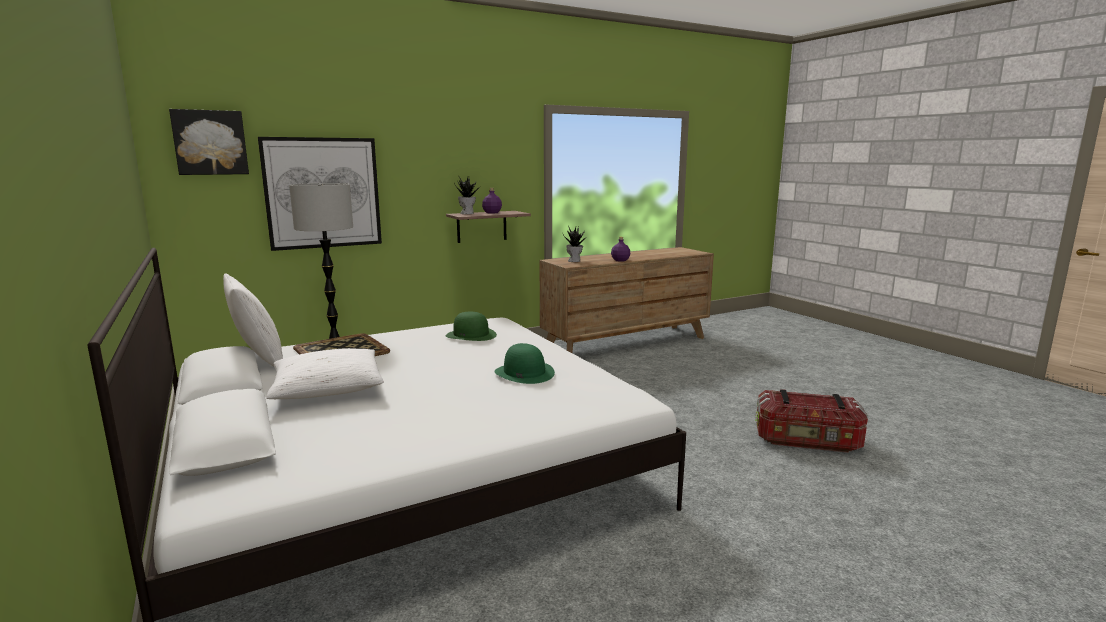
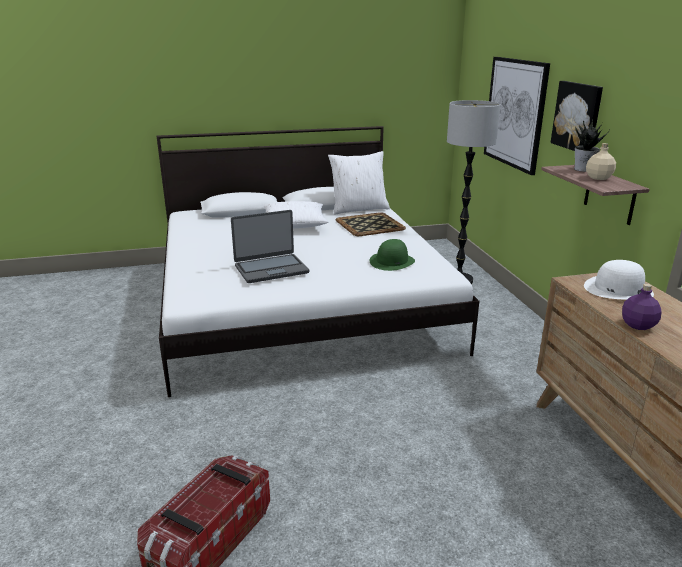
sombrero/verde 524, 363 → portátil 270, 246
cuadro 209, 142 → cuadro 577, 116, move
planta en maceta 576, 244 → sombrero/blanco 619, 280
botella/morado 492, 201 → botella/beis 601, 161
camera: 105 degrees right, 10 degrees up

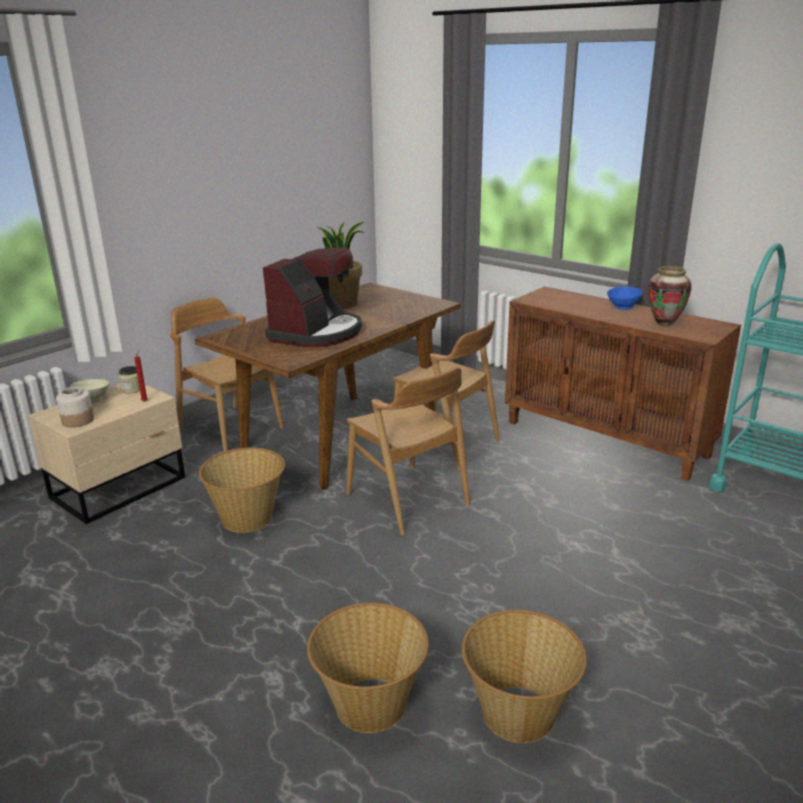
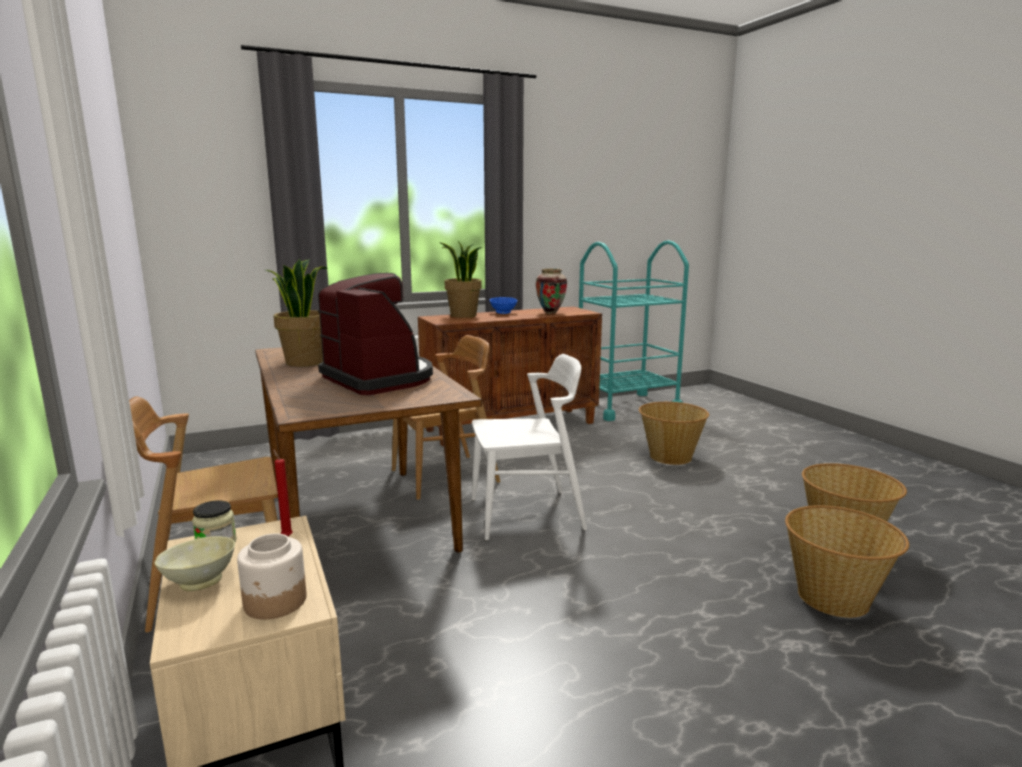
- → planta en maceta 460, 279
silla/marrón 408, 451 → silla/blanco 529, 447
cesta 242, 490 → cesta 674, 433, move
camera: 65 degrees left, 10 degrees down

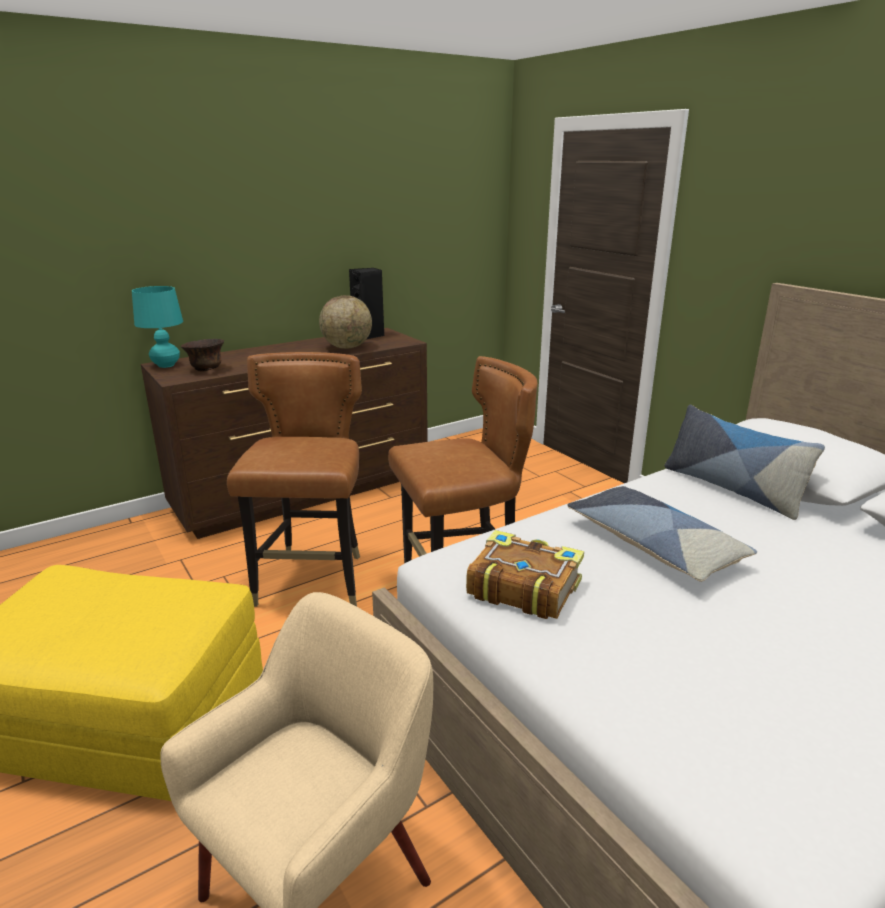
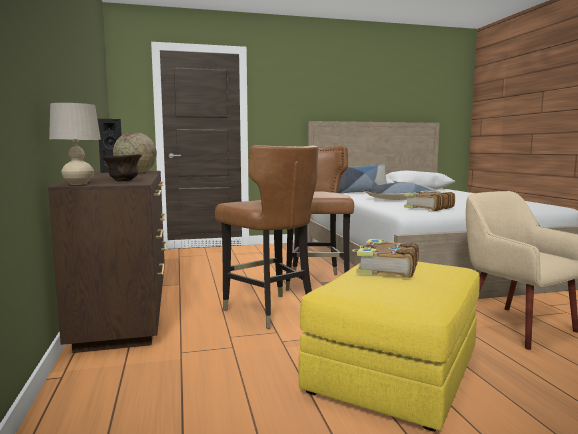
lámpara de mesa/turquesa 157, 327 → lámpara de mesa/beis 75, 144
silla/marrón 294, 479 → silla/marrón 266, 237, 150 degrees counterclockwise
- → libro 385, 258
camera: 70 degrees left, 15 degrees down

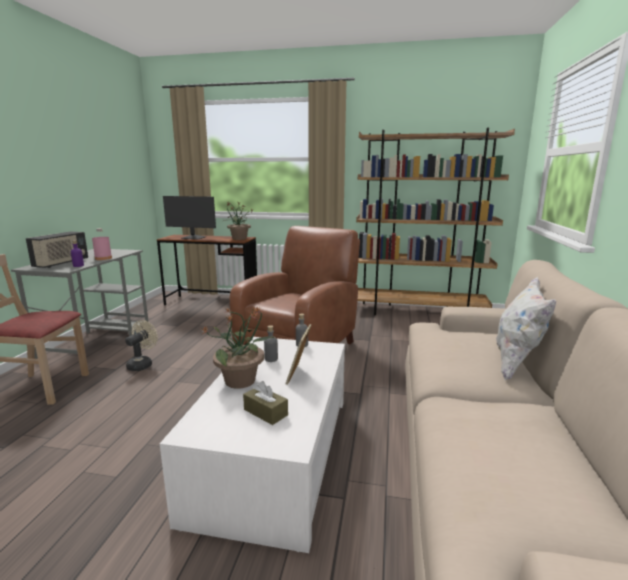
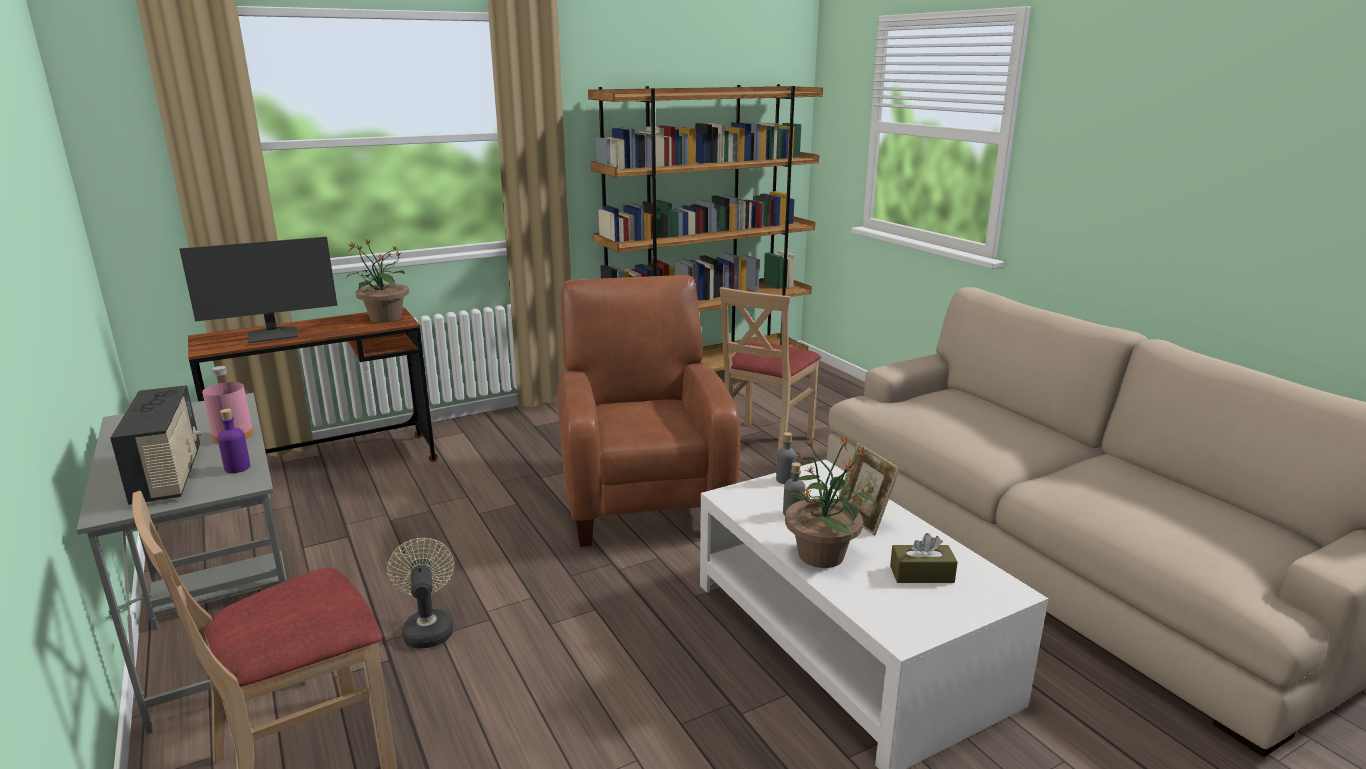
- → silla/beis 770, 376
cojín/blanco 526, 328 → -
camera: 40 degrees left, 5 degrees up

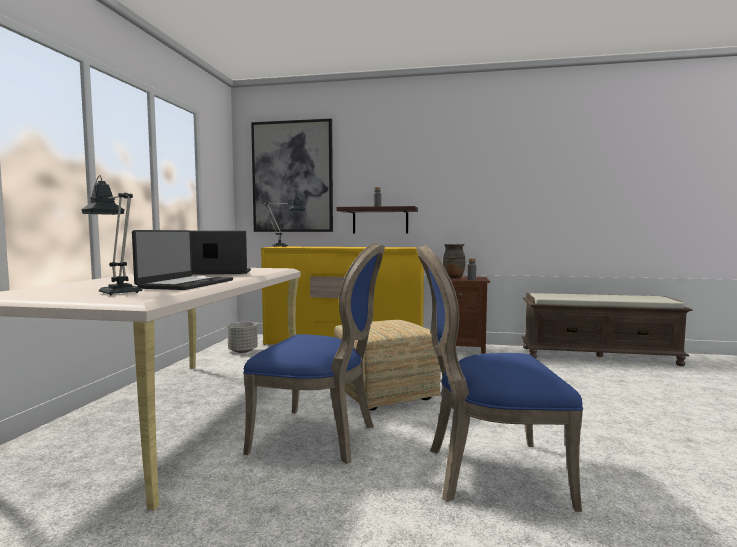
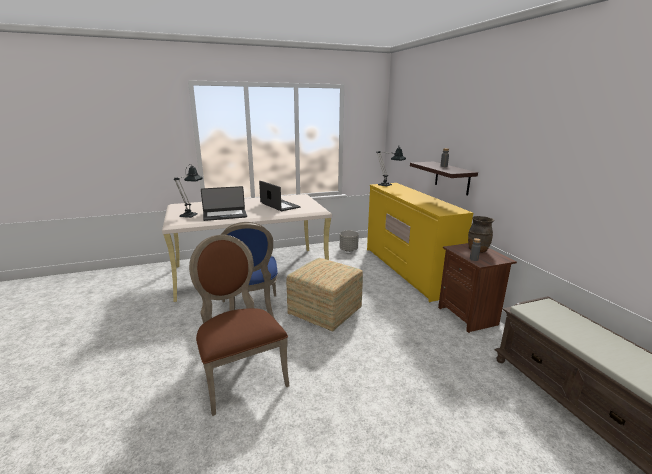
silla/azul 499, 378 → silla/marrón 239, 325
cuadro 292, 175 → -
camera: 60 degrees right, 15 degrees up

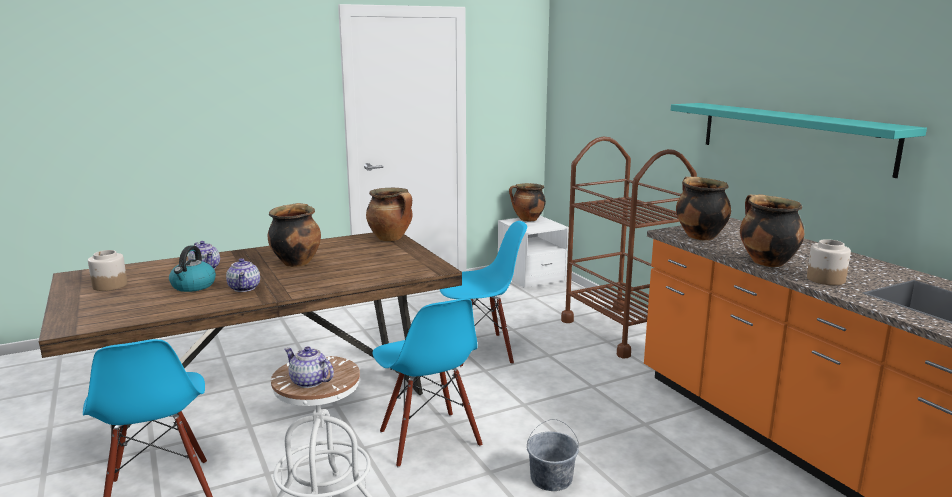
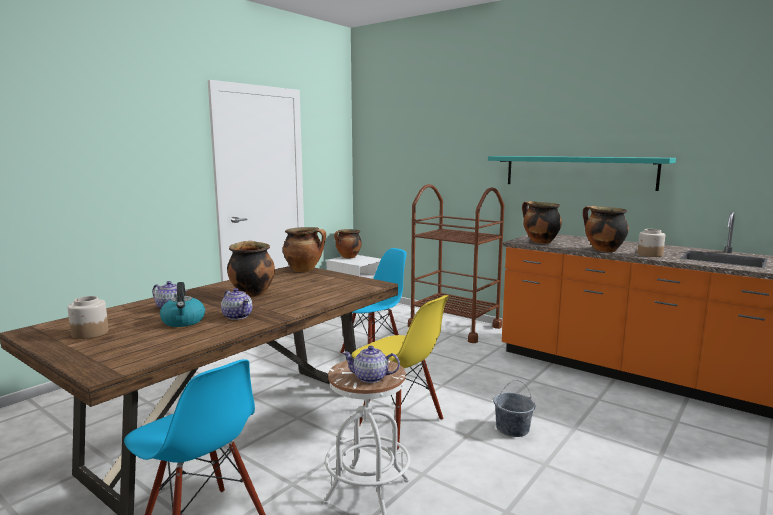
silla/azul 428, 383 → silla/amarillo 400, 372
camera: 25 degrees left, 5 degrees down

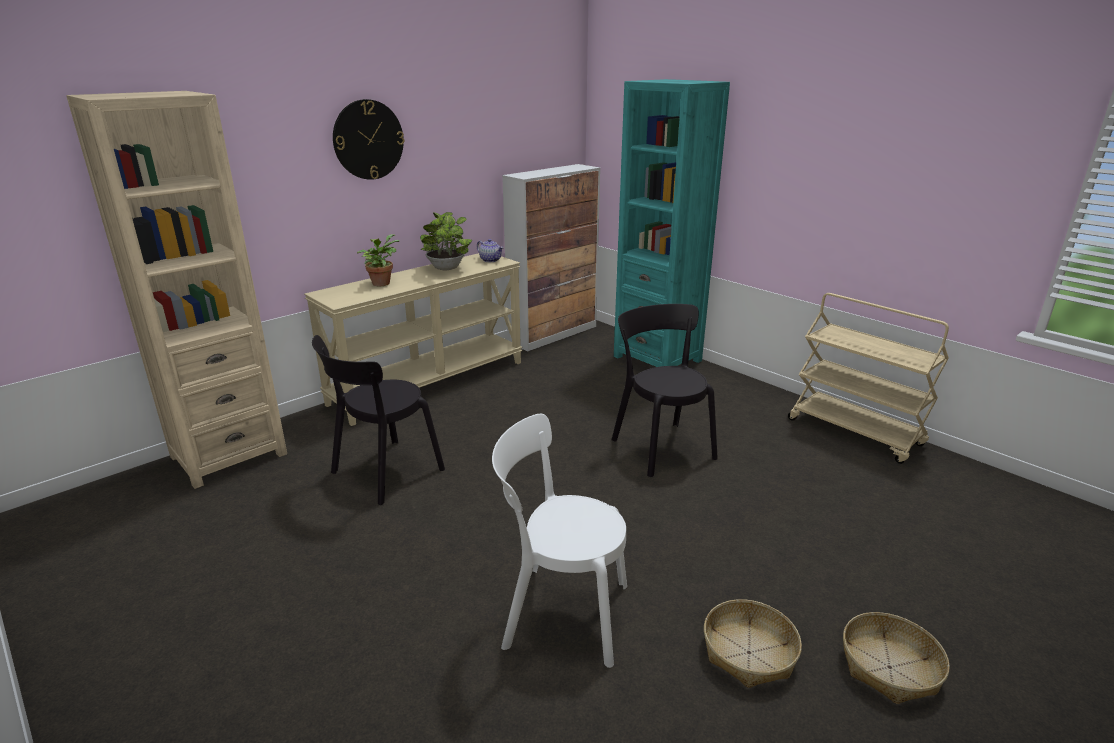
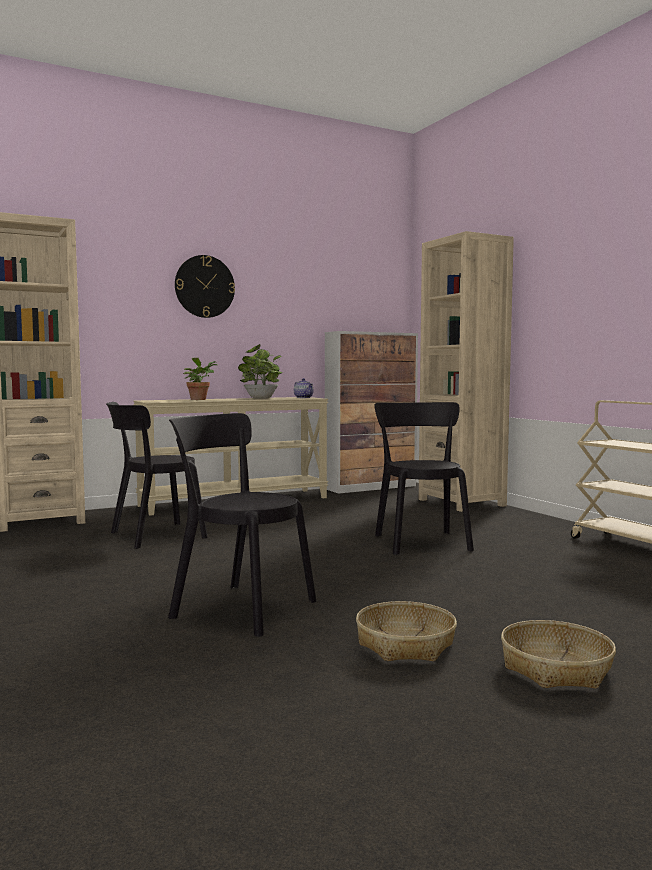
silla/blanco 559, 541 → silla/negro 242, 525
estantería/turquesa 672, 223 → estantería/beis 466, 371
camera: 15 degrees right, 20 degrees down

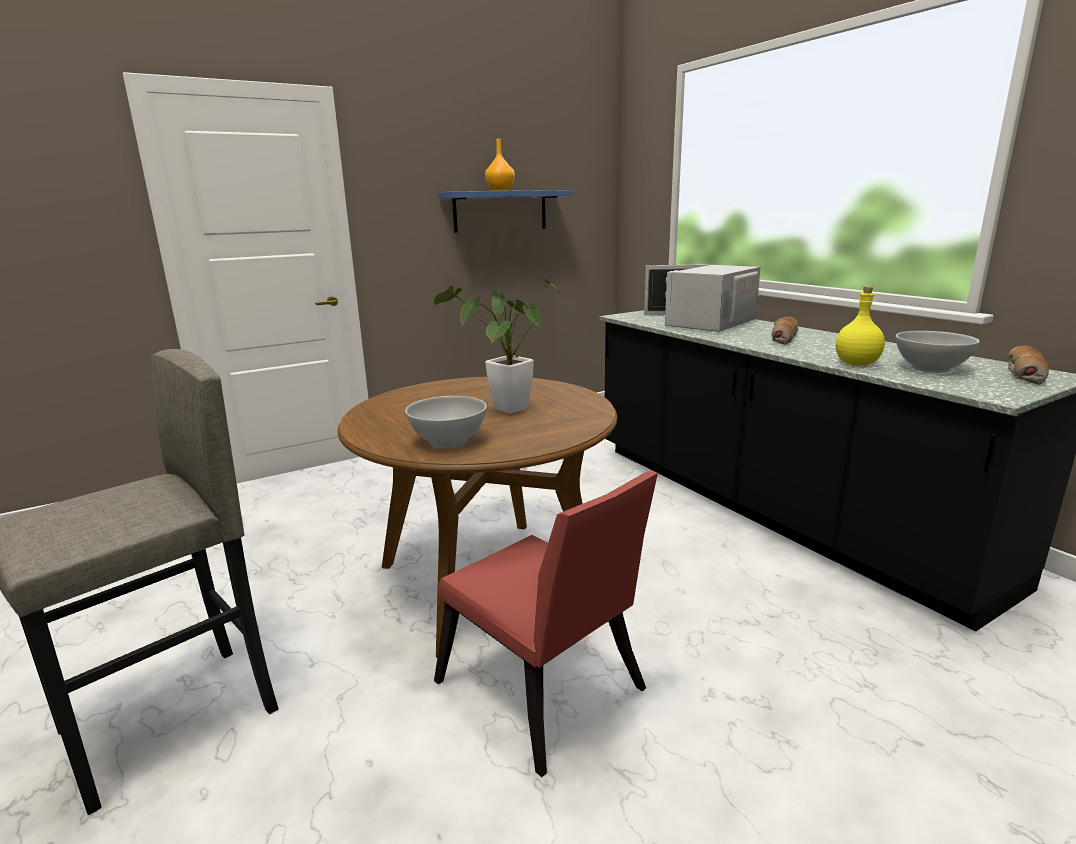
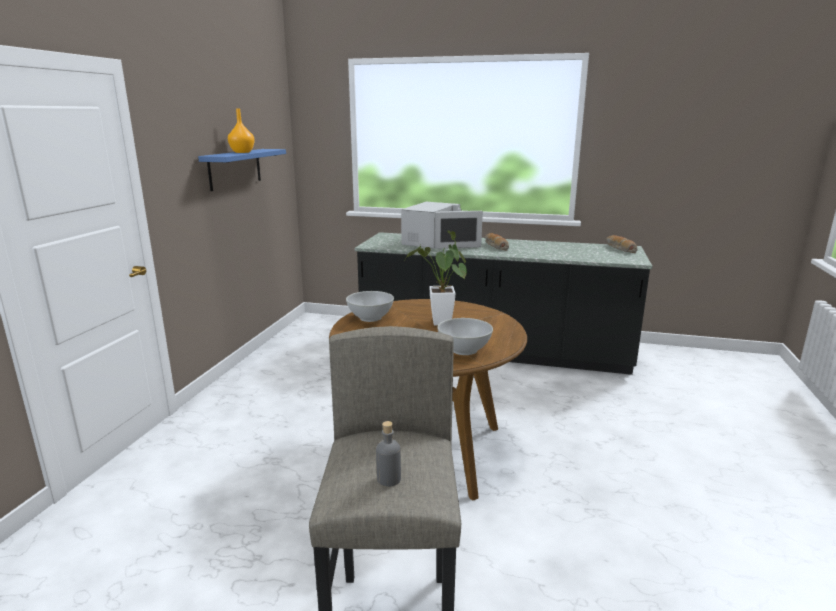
cuenco/blanco 938, 352 → cuenco/blanco 370, 306, move
- → botella/gris 388, 454
microondas/blanco 702, 298 → microondas/blanco 442, 225, 150 degrees counterclockwise
silla/rojo 546, 624 → -
botella/amarillo 860, 326 → -
camera: 45 degrees left, 0 degrees up

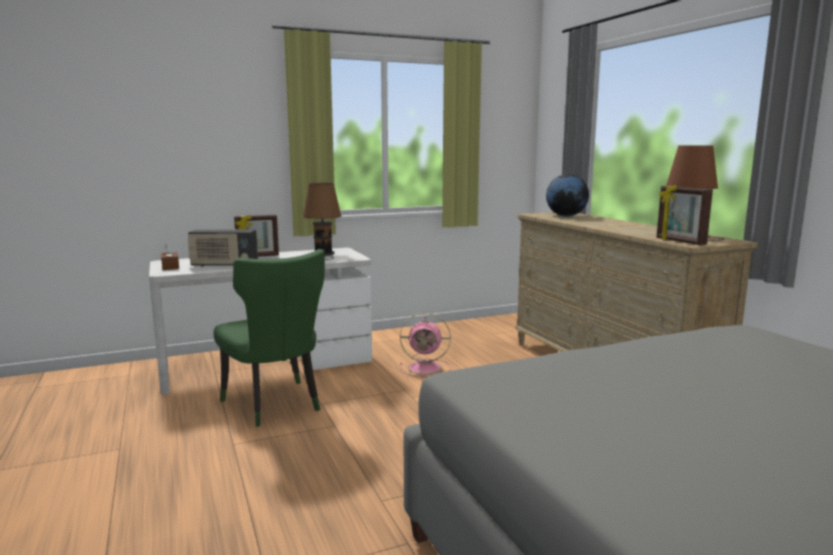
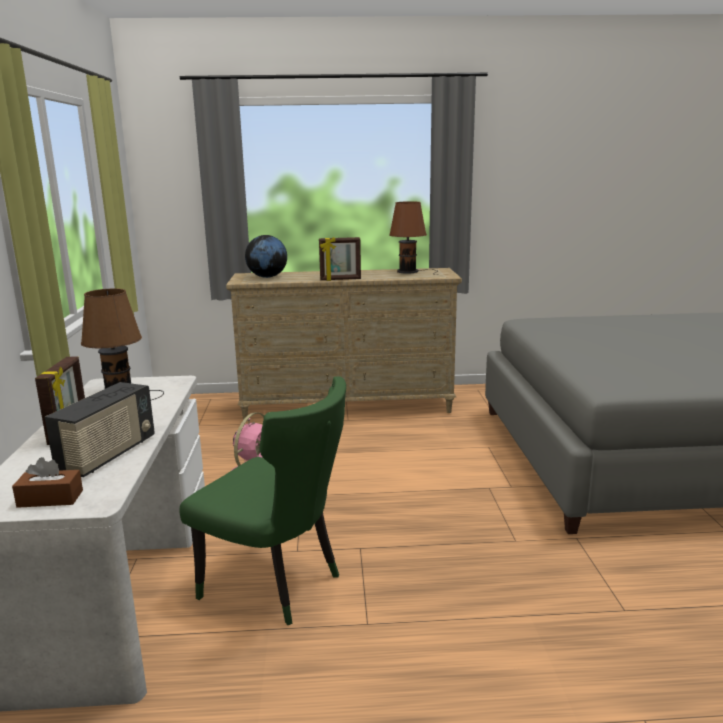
silla/verde 269, 338 → silla/verde 262, 500, 45 degrees clockwise
portarretratos 684, 215 → portarretratos 340, 259, move
camera: 70 degrees left, 5 degrees up

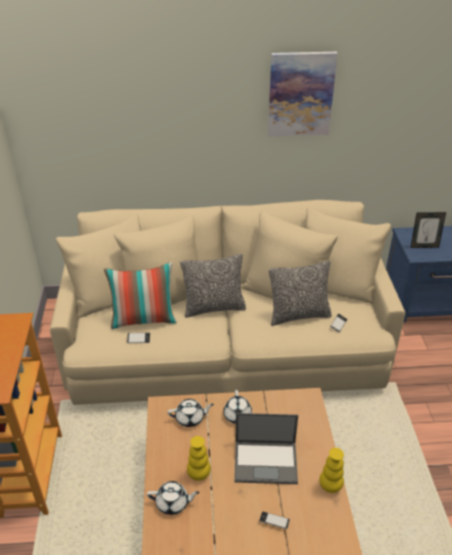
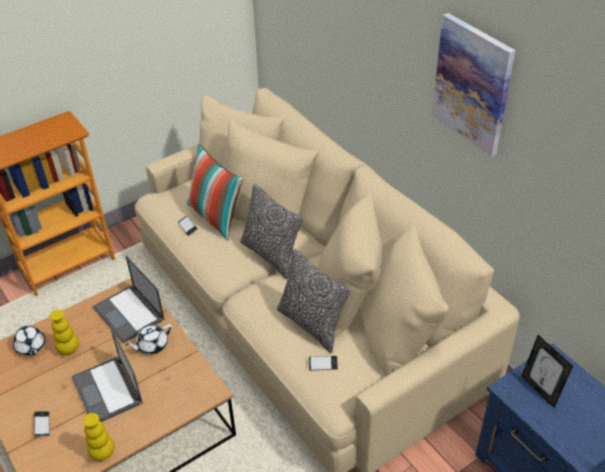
tetera/blanco 191, 413 → portátil 129, 299
camera: 60 degrees right, 5 degrees up

